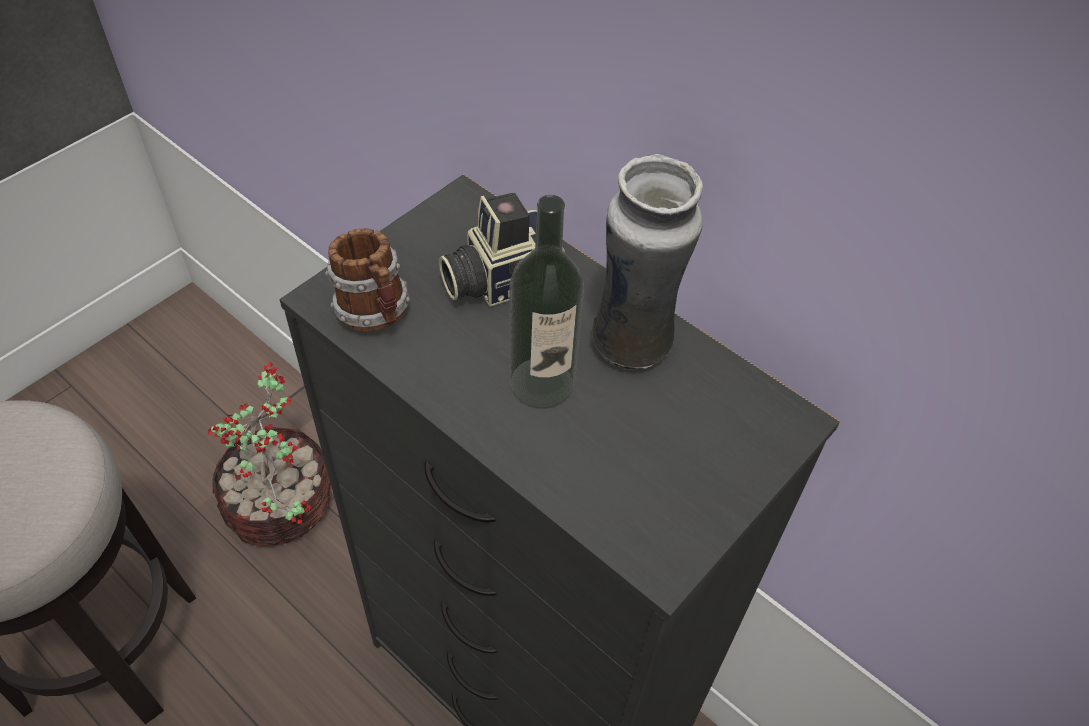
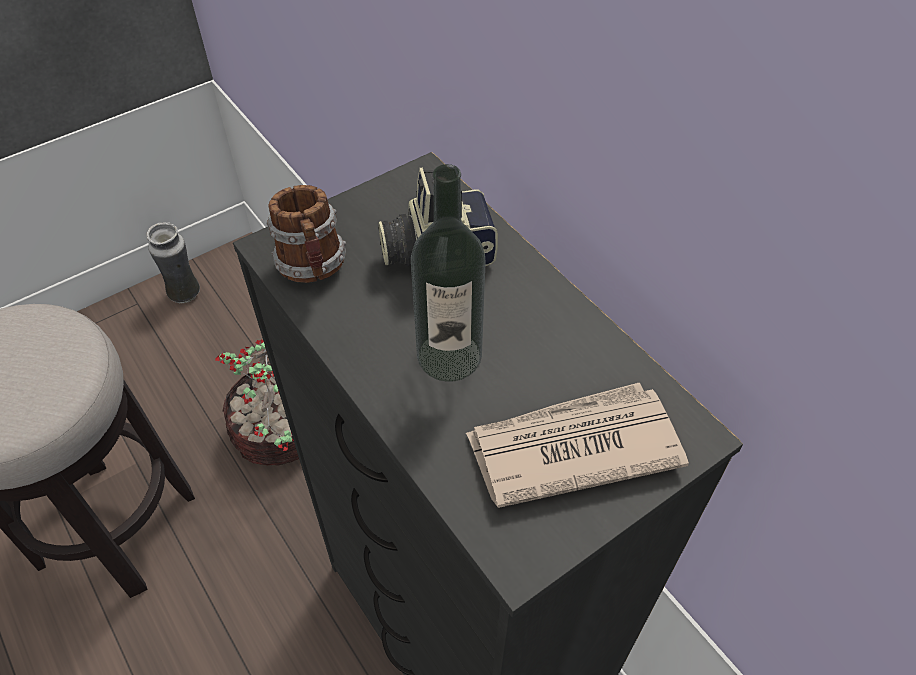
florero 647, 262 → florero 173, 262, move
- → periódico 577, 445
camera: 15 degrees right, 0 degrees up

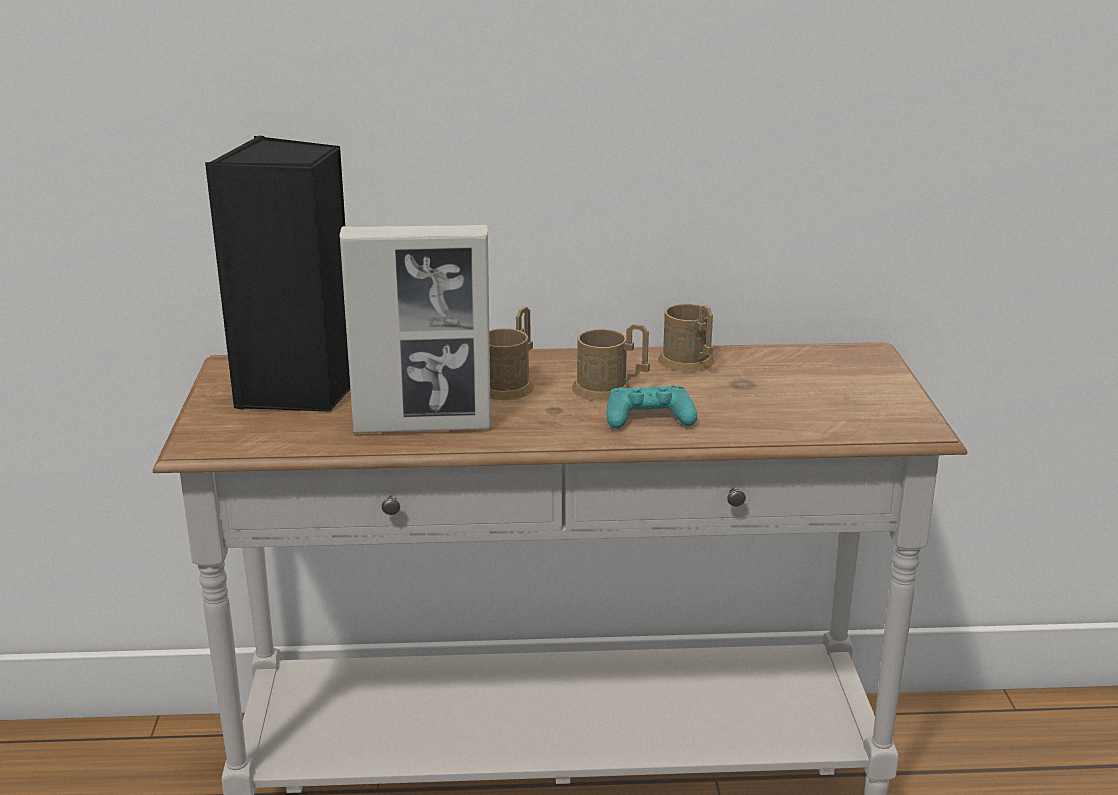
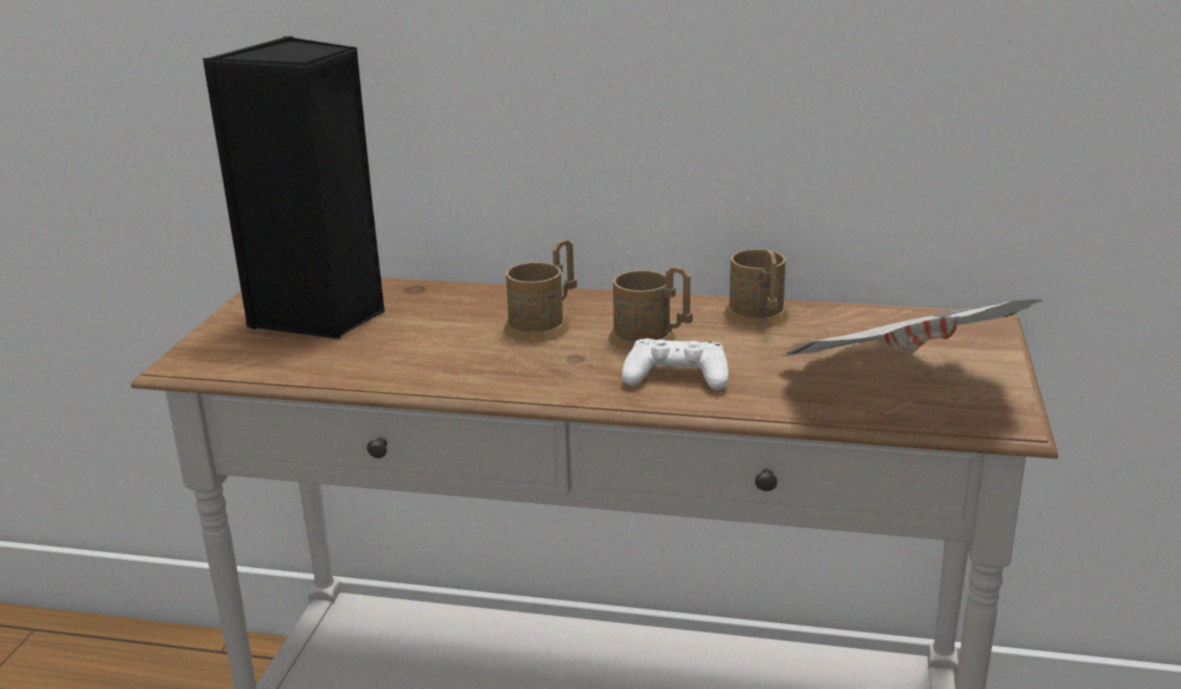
mando de consola/turquesa 652, 407 → mando de consola/blanco 675, 364
- → periódico 912, 327
portarretratos 415, 329 → -
camera: 15 degrees right, 0 degrees up

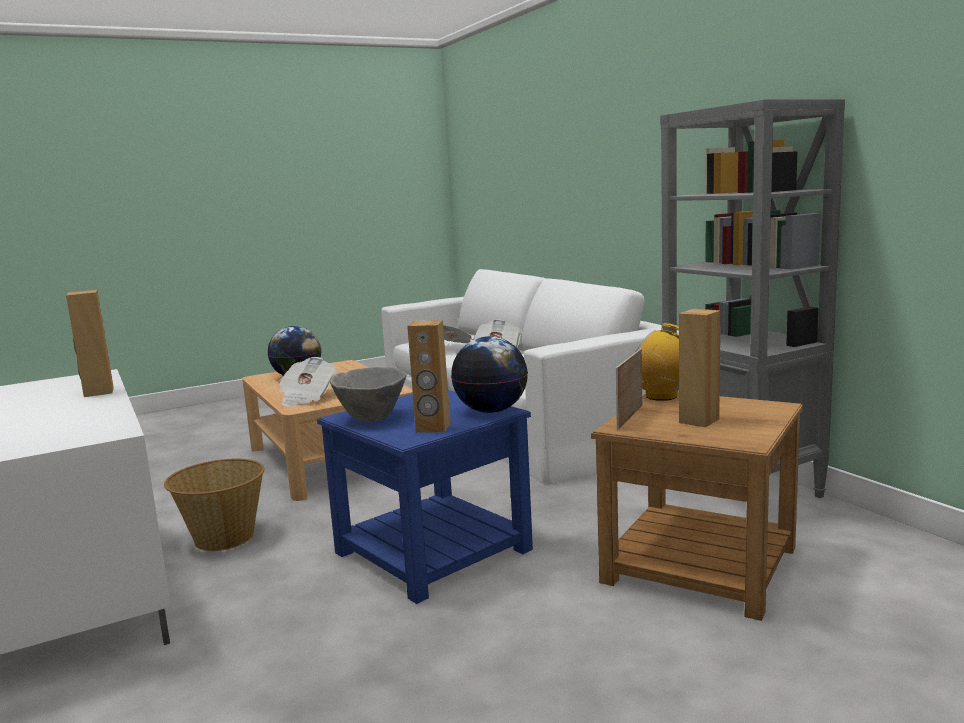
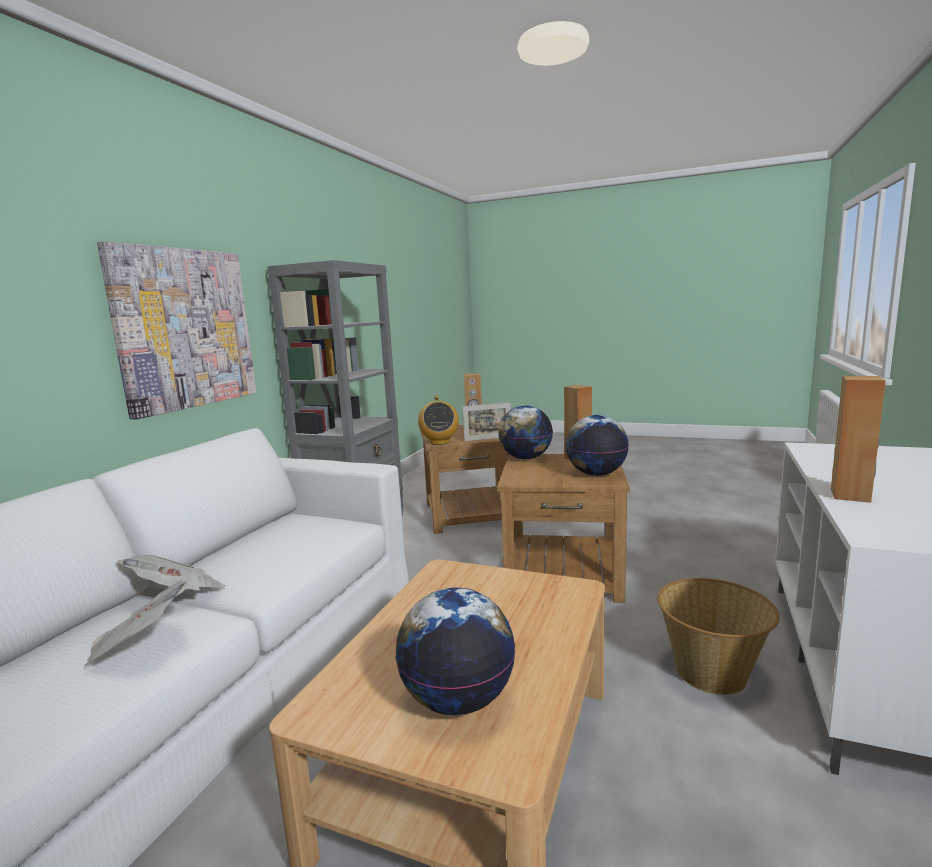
- → cuadro 176, 330
mesa auxiliar/azul 425, 497 → mesa auxiliar/marrón 563, 528
cuenco/gris 368, 394 → globo terráqueo 597, 445
periódico 307, 381 → -
camera: 130 degrees left, 0 degrees up

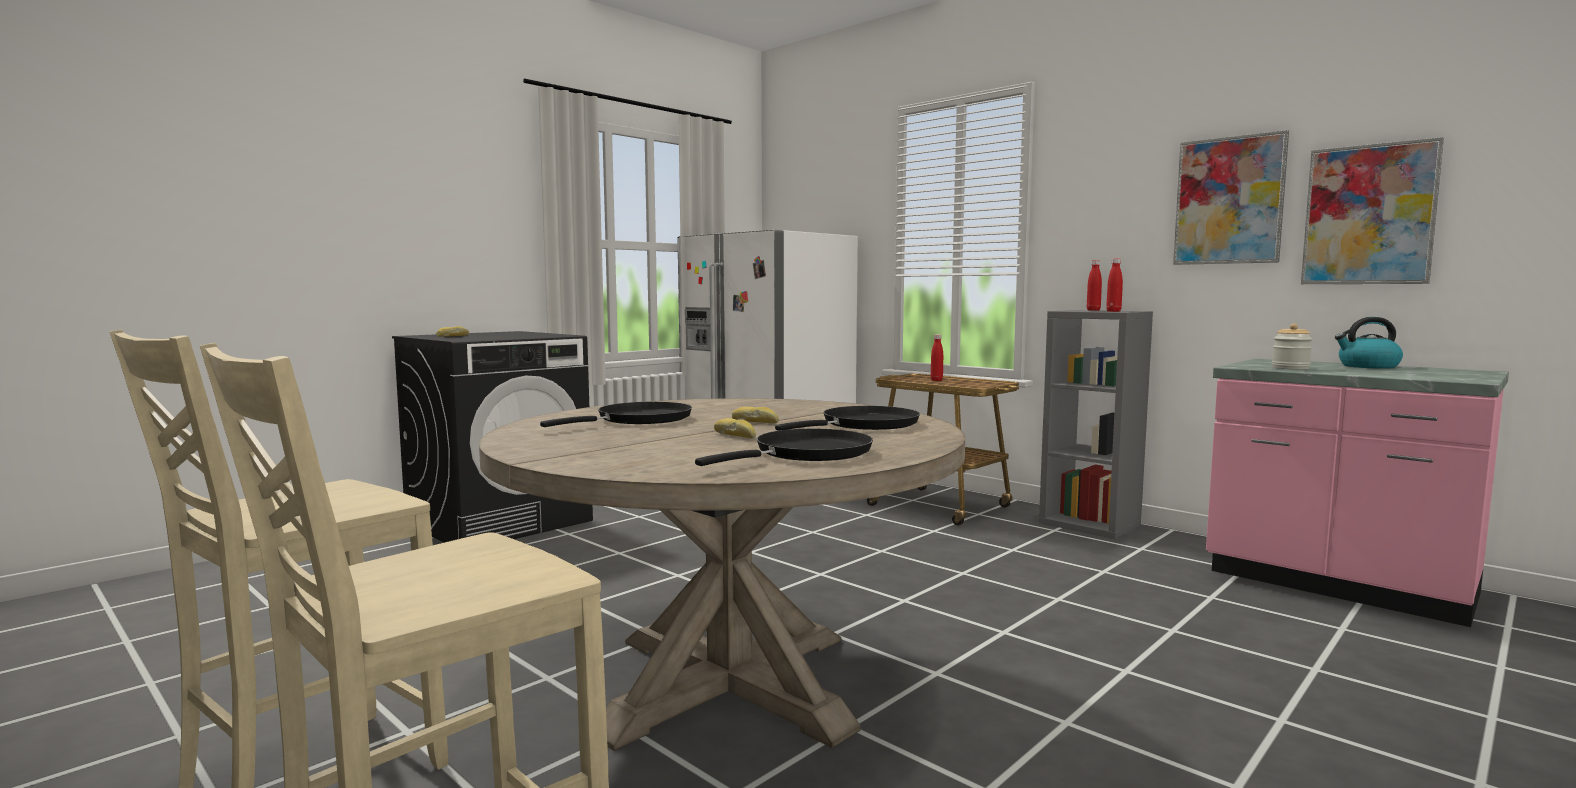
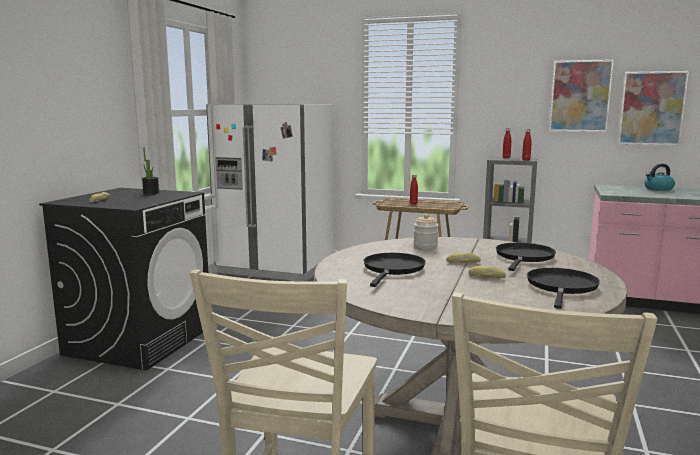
- → planta en maceta 151, 171
tarro 1292, 346 → tarro 426, 231, move
camera: 25 degrees left, 5 degrees up

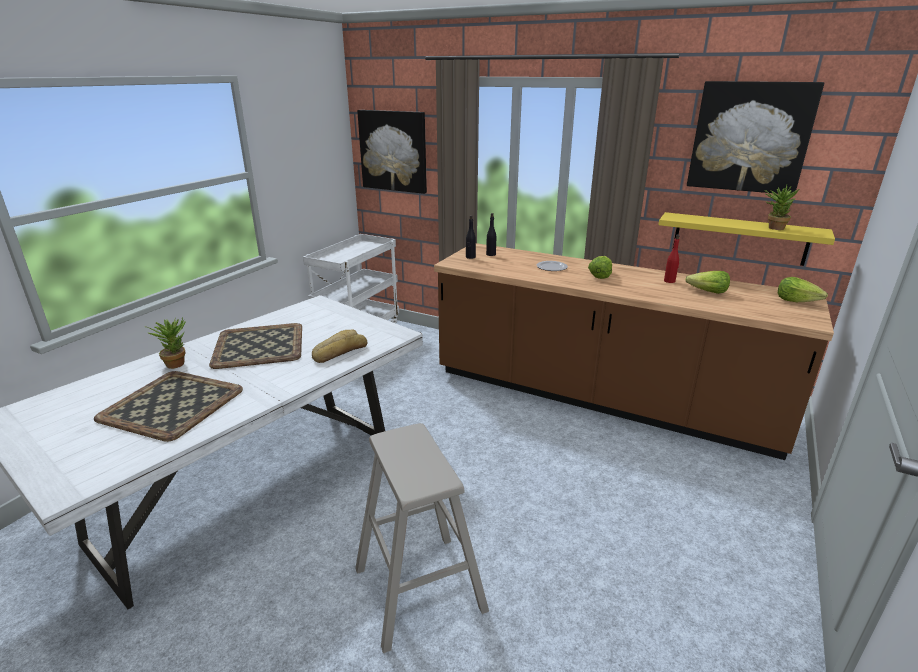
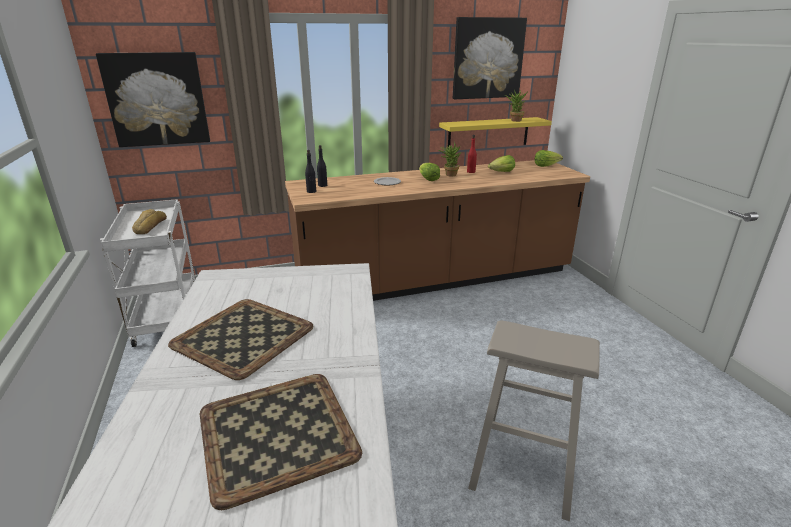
pan 340, 346 → pan 149, 221, move
planta en maceta 165, 343 → planta en maceta 450, 159, move
camera: 45 degrees left, 0 degrees up

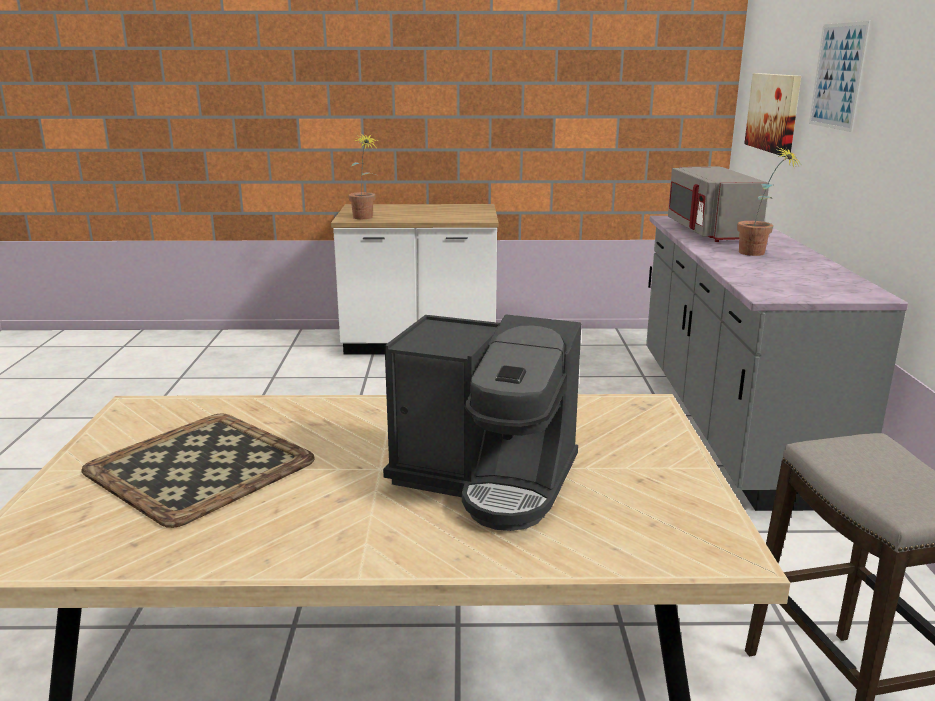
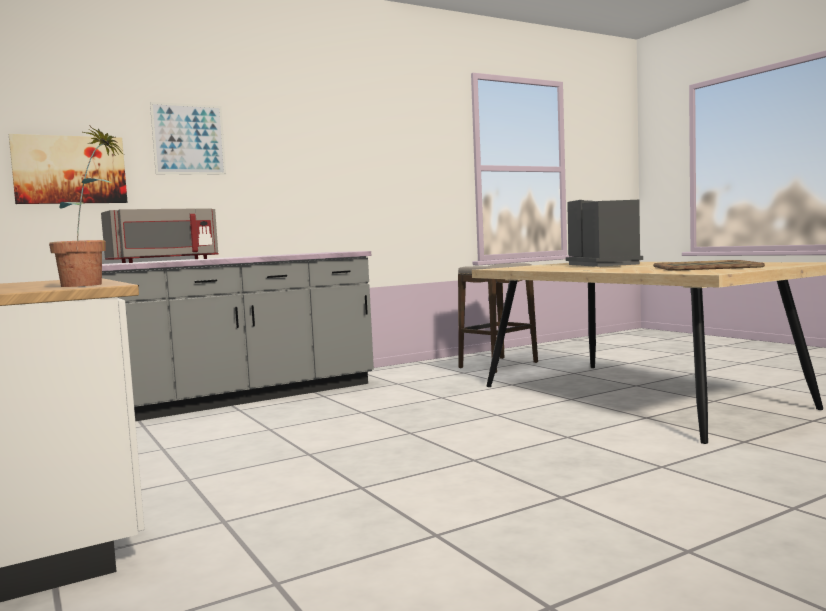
planta en maceta 768, 201 → -
camera: 120 degrees left, 15 degrees down

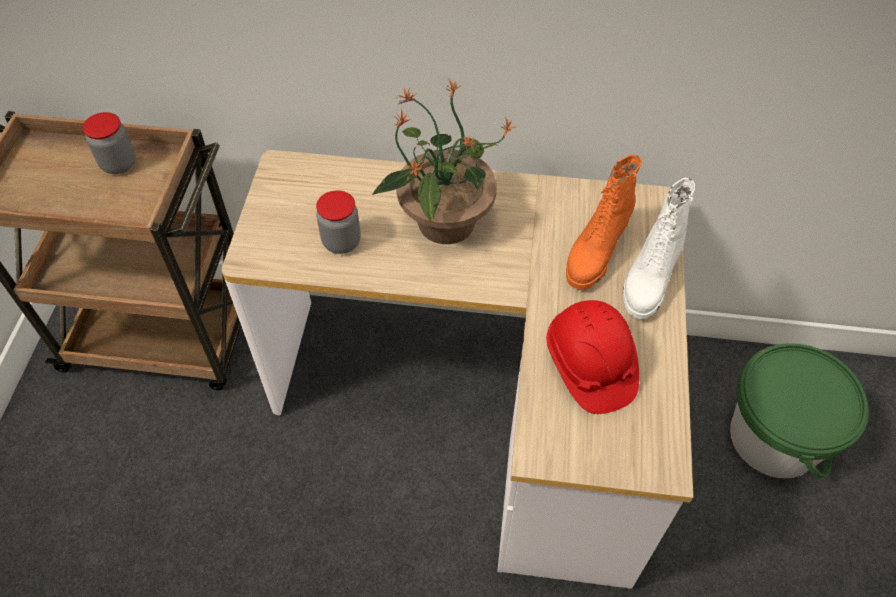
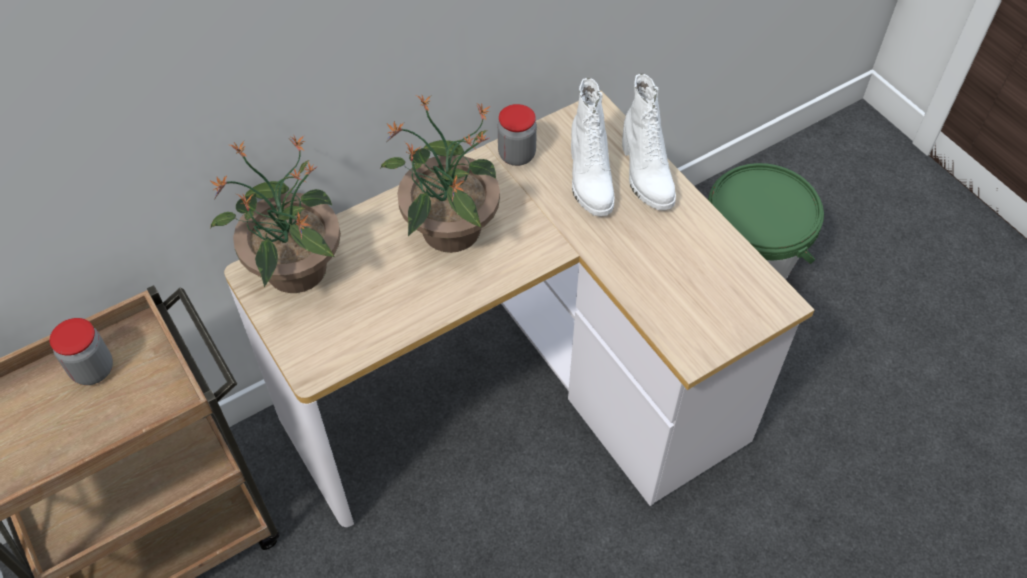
- → planta en maceta 275, 214
tarro 338, 222 → tarro 517, 135, move
bota/naranja 604, 222 → bota/blanco 593, 147
casco/rojo 593, 357 → -
camera: 40 degrees left, 0 degrees up

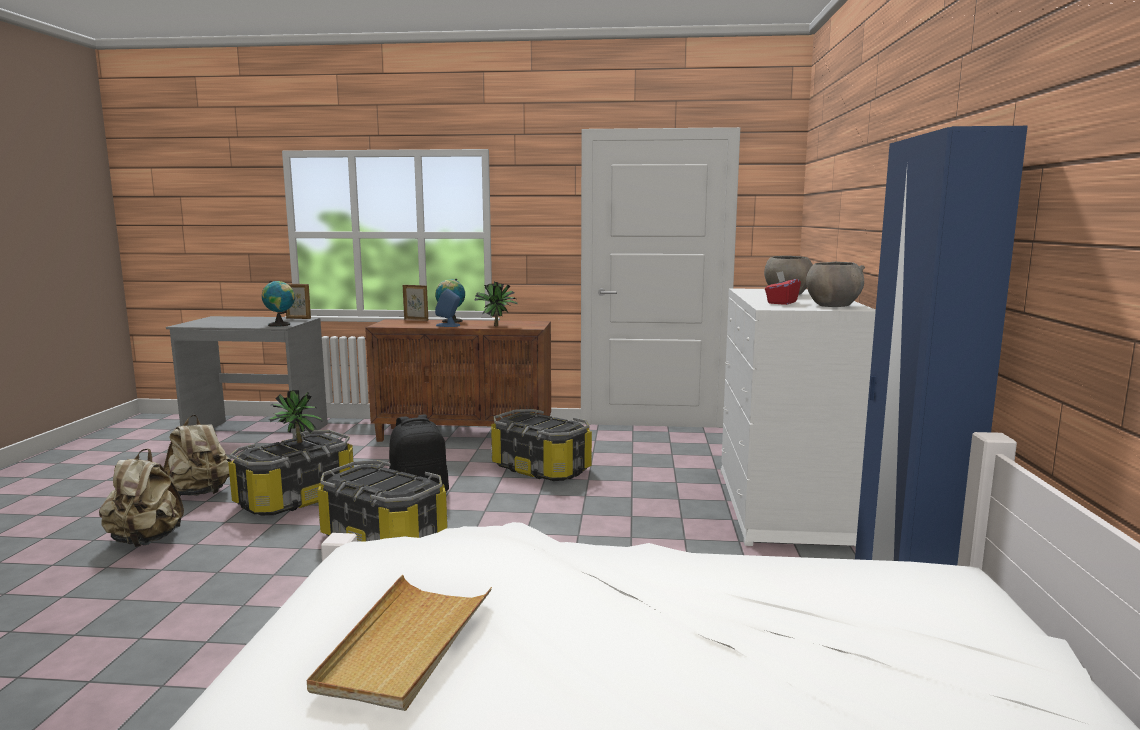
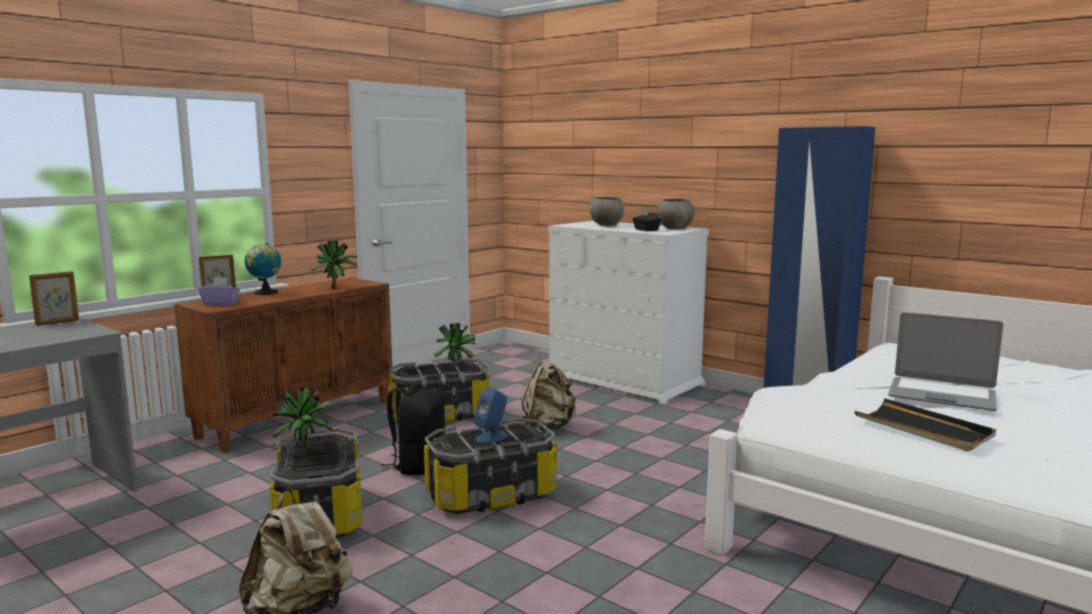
- → caja de pañuelos/morado 219, 291
- → planta en maceta 454, 346
altavoz/azul 447, 308 → altavoz/azul 491, 415, move
mochila/beis 197, 455 → mochila/beis 548, 393, move
caja de pañuelos/rojo 783, 288 → caja de pañuelos/negro 647, 219
bandeja/beis 399, 643 → bandeja/negro 925, 425
- → portátil 945, 361
globo terráqueo 278, 304 → -
camera: 55 degrees left, 0 degrees up

